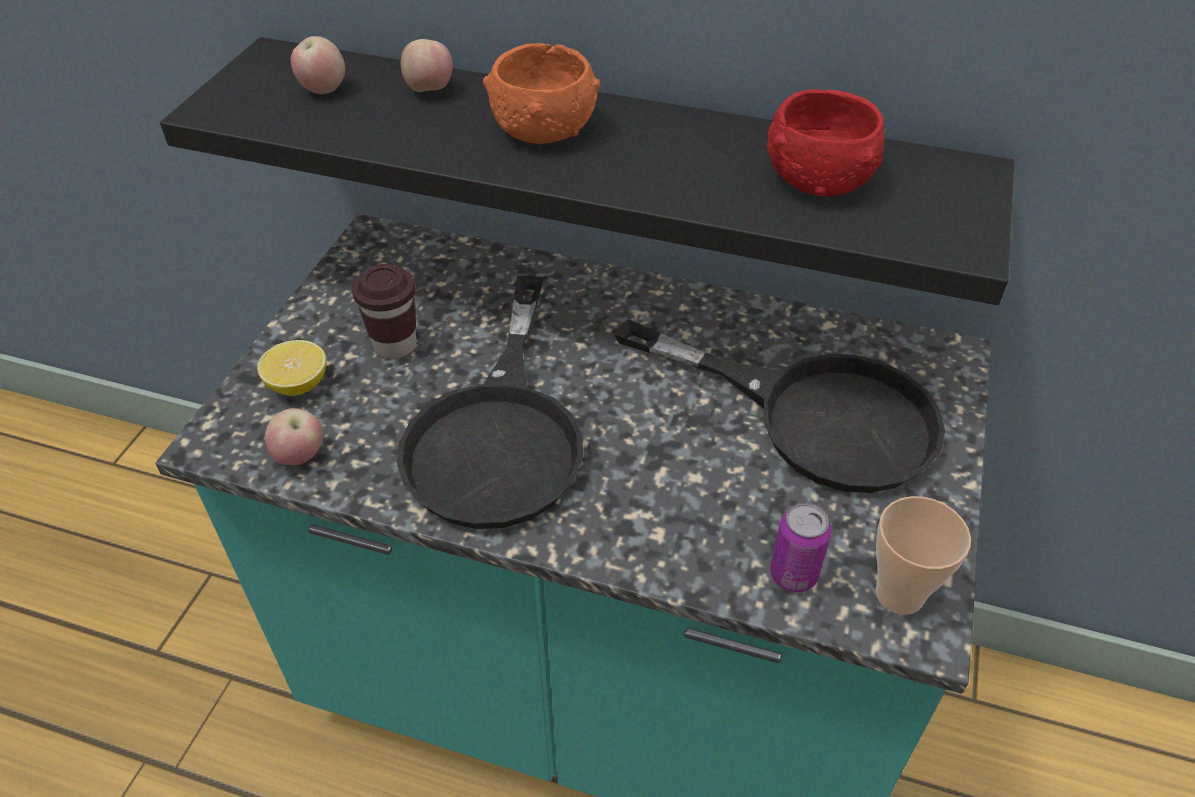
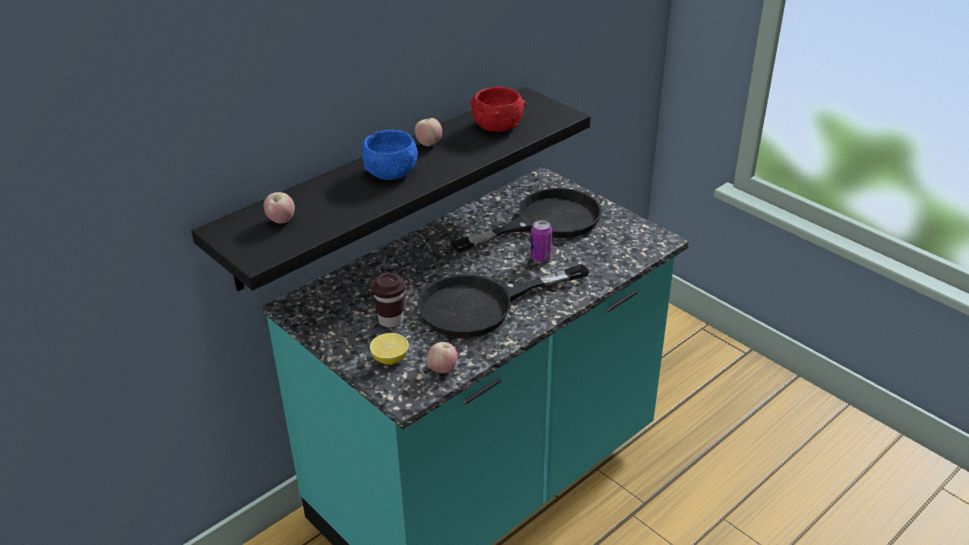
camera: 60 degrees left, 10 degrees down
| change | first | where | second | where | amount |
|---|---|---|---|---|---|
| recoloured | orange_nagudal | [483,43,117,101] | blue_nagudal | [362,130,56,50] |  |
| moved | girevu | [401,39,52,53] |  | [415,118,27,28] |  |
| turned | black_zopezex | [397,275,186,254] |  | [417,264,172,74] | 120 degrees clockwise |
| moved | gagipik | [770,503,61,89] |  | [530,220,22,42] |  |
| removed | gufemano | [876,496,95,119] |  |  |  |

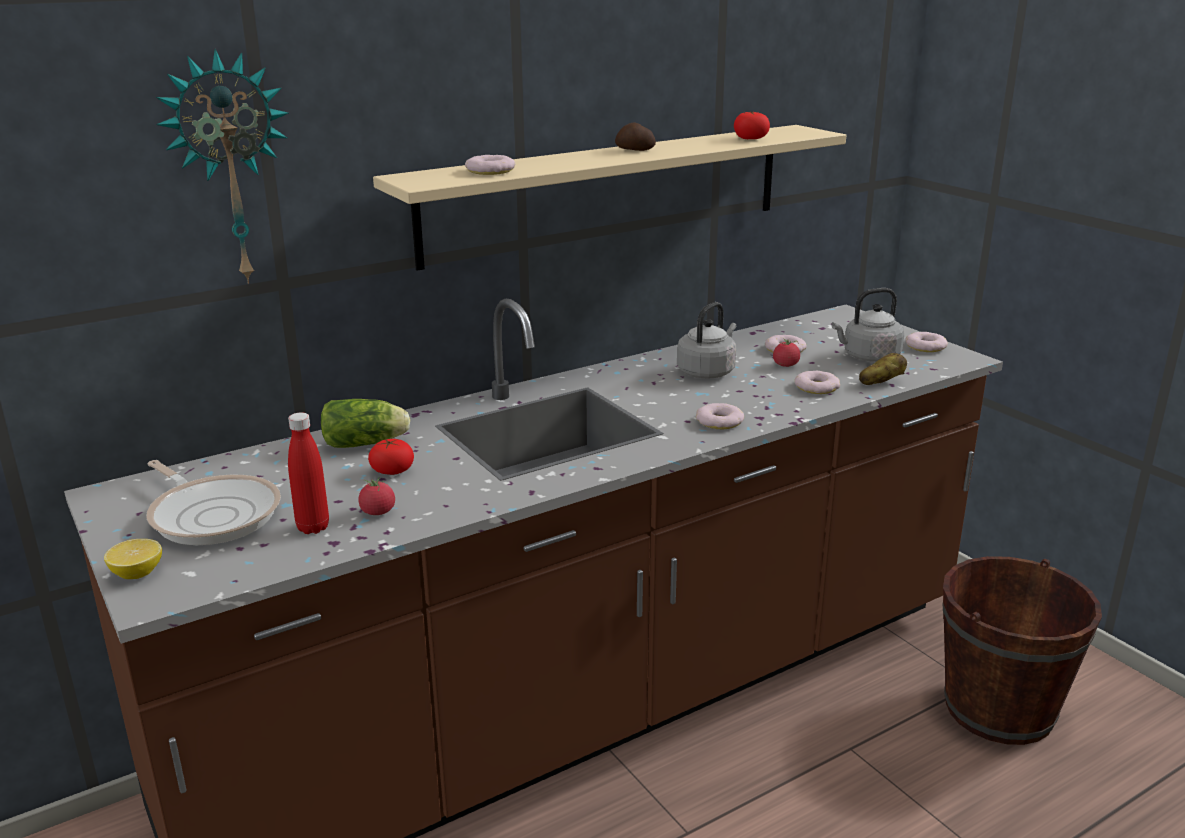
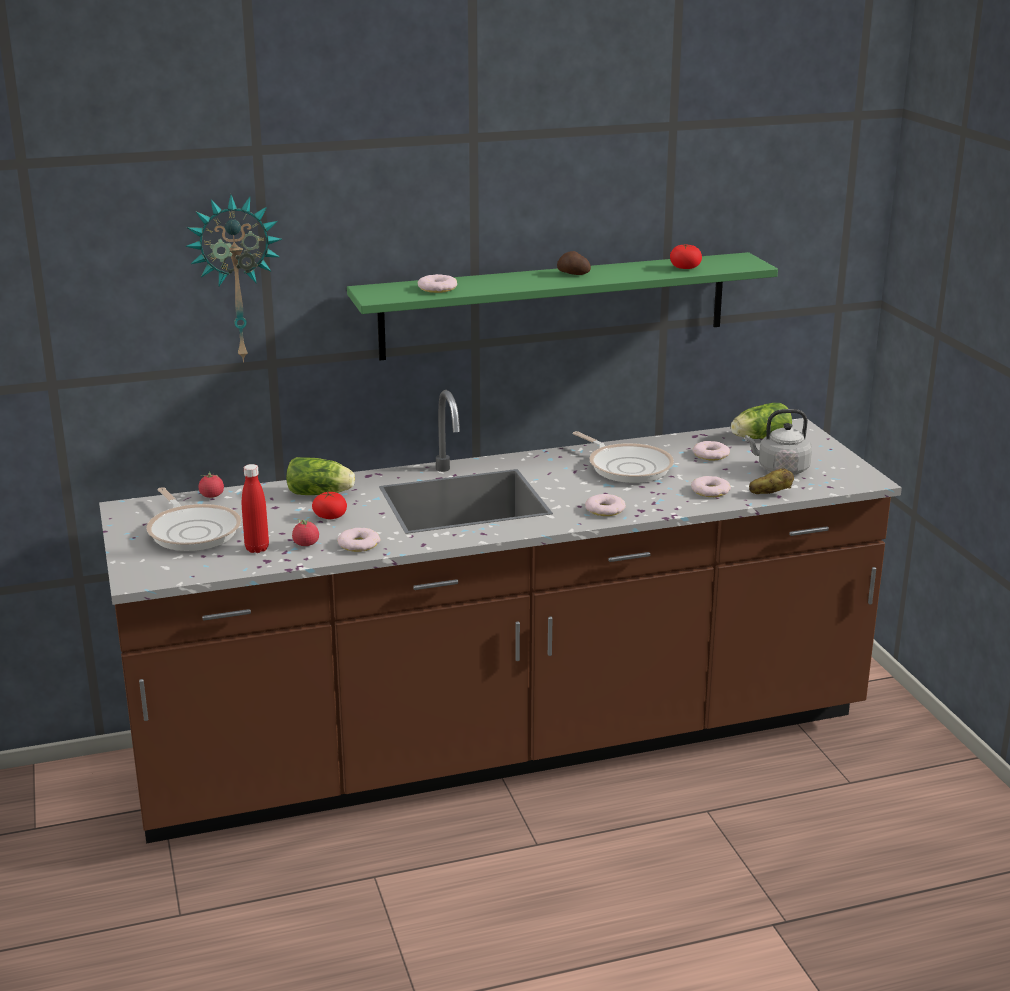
camera: 15 degrees right, 0 degrees up
| change | first | where | second | where | amount |
|---|---|---|---|---|---|
| moved | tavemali | [773,339,27,28] |  | [199,471,25,27] |  |
| moved | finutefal | [905,332,43,20] |  | [337,528,43,24] |  |
| recoloured | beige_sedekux | [373,125,473,146] | green_sedekux | [347,252,431,108] |  |
| replaced | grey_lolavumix | [677,302,59,77] | zopezex | [573,431,101,52] |  |
| added |  |  | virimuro | [731,403,61,36] |  |
| removed | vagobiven | [104,539,58,40] |  |  |  |
| removed | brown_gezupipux | [943,556,159,189] |  |  |  |

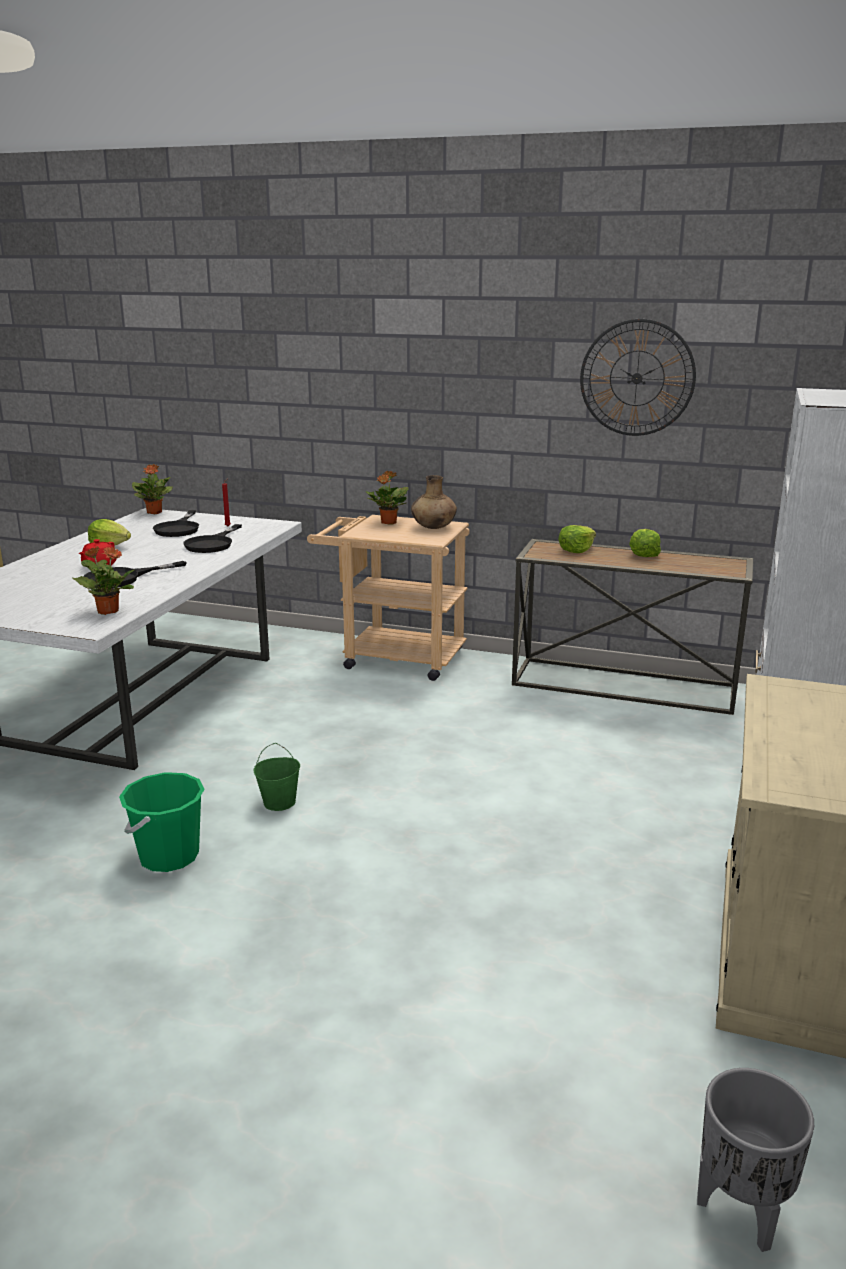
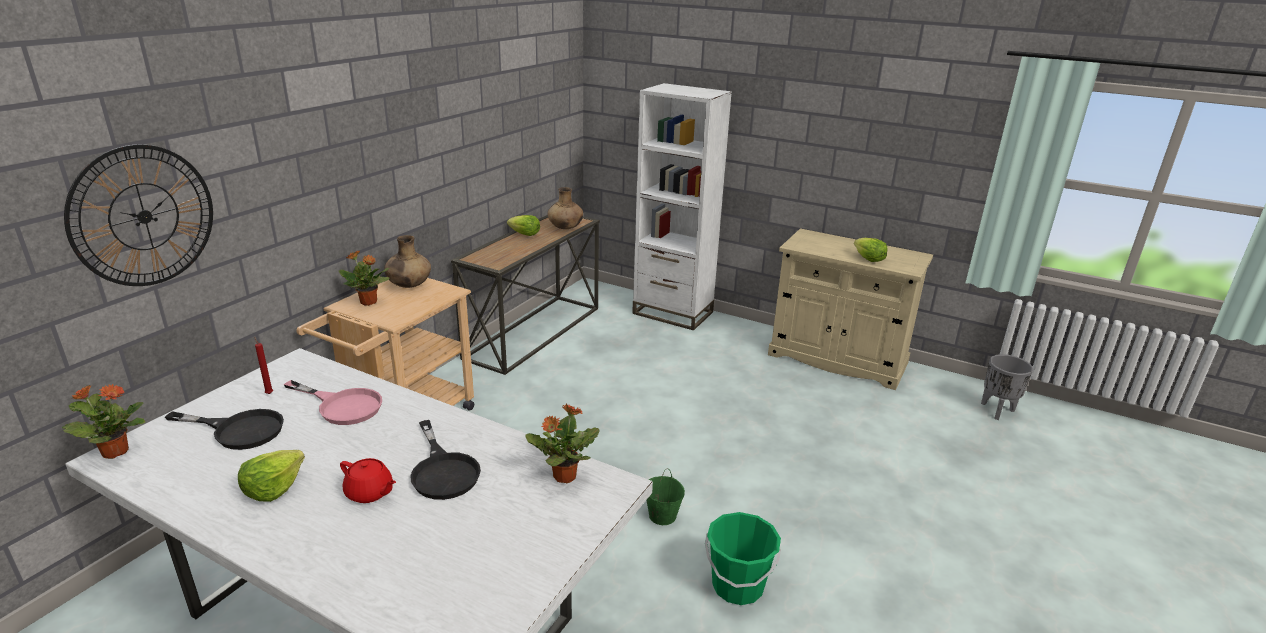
camera: 80 degrees left, 5 degrees up
| change | first | where | second | where | amount |
|---|---|---|---|---|---|
| moved | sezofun | [580,319,116,117] |  | [64,145,149,141] |  |
| recoloured | black_zopezex | [183,524,59,29] | pink_zopezex | [283,380,99,45] |  |
| added |  |  | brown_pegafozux | [547,187,36,42] |  |
| moved | virimuro | [558,525,38,28] |  | [854,238,34,24] |  |

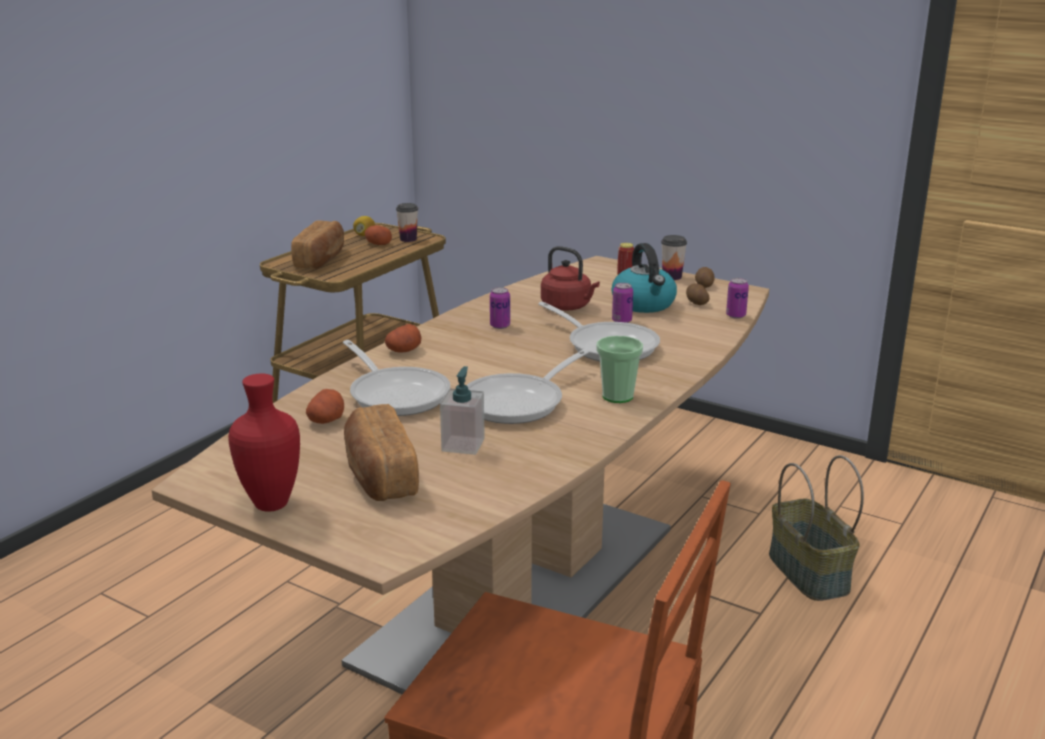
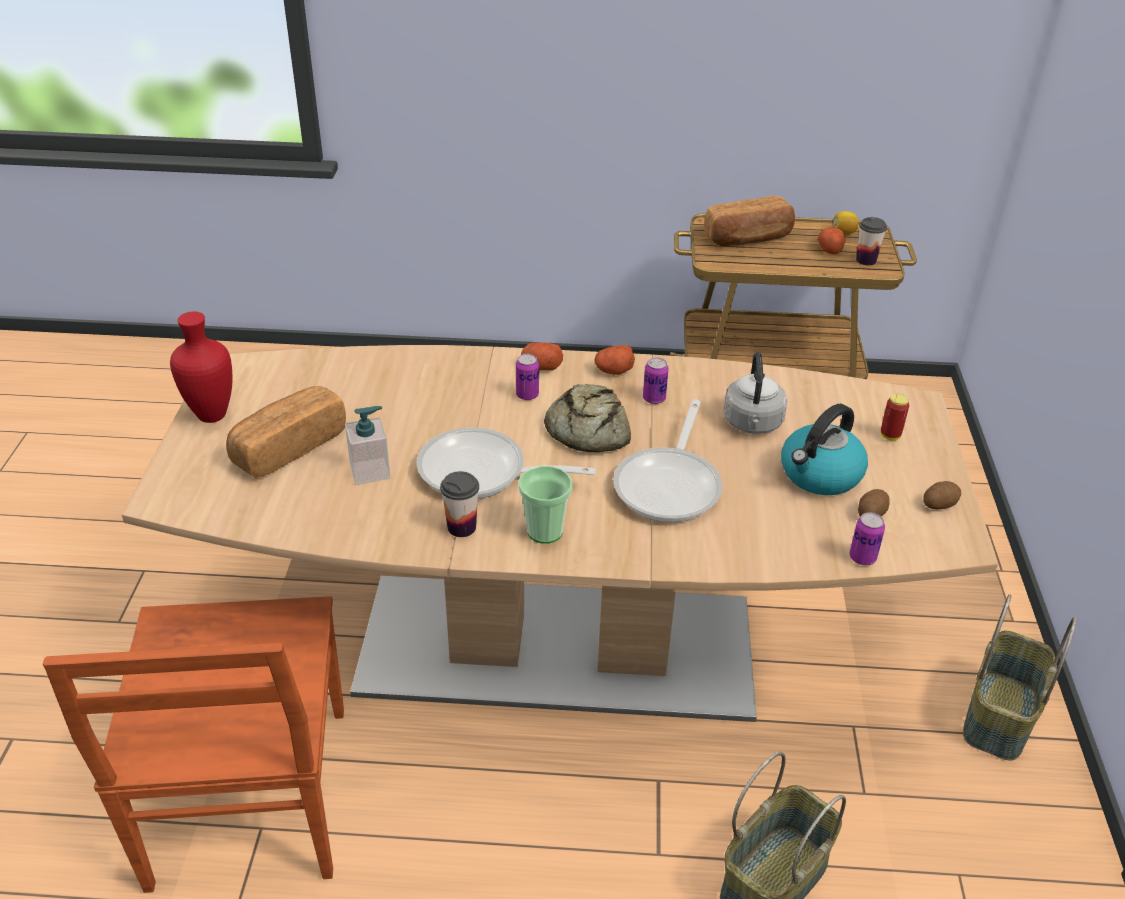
camera: 60 degrees right, 15 degrees up
| change | first | where | second | where | amount |
|---|---|---|---|---|---|
| moved | gufemano | [661,235,26,45] |  | [440,471,39,66] |  |
| moved | gagipik | [612,283,21,40] |  | [516,354,23,46] |  |
| added |  |  | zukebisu | [544,384,87,68] |  |
| moved | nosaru | [306,389,38,35] |  | [595,345,40,30] |  |
| recoloured | red_lolavumix | [541,246,59,65] | grey_lolavumix | [723,352,65,82] |  |
| added |  |  | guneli | [963,594,113,166] |  |
| removed | zopezex | [343,340,108,76] |  |  |  |

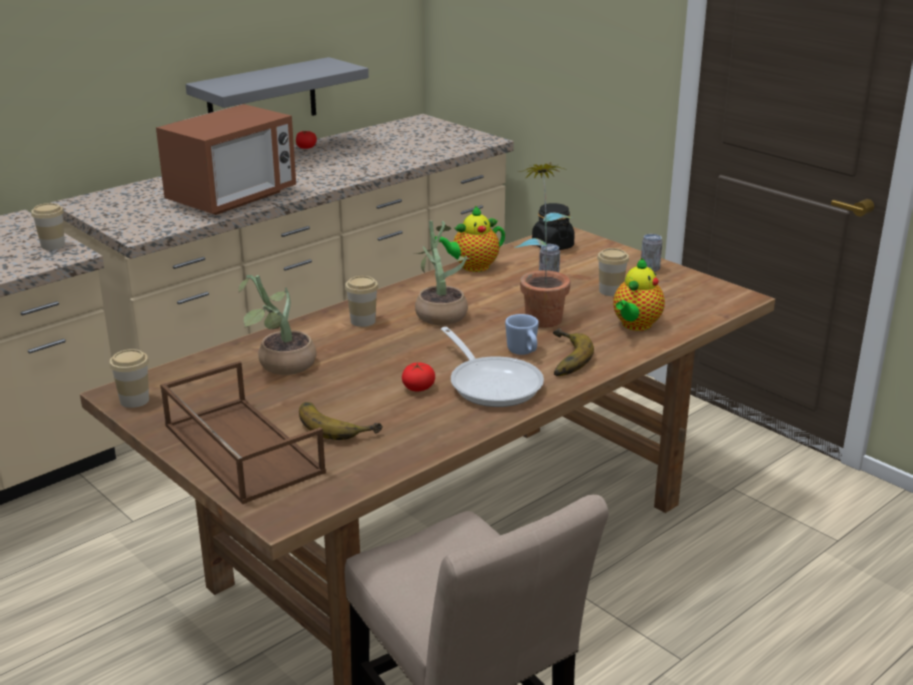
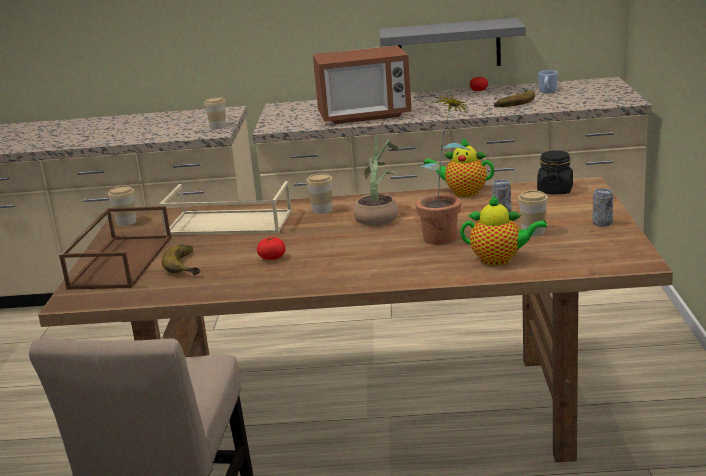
camera: 45 degrees right, 5 degrees down
| change | first | where | second | where | amount |
|---|---|---|---|---|---|
| replaced | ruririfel | [239,275,78,100] | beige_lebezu | [159,181,133,54] |  |
| turned | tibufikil | [613,258,52,73] |  | [460,195,87,71] | 150 degrees counterclockwise |
| moved | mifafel | [553,328,41,48] |  | [494,89,41,18] |  |
| moved | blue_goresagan | [505,314,34,41] |  | [538,70,20,23] |  |
| removed | zopezex | [441,327,103,80] |  |  |  |

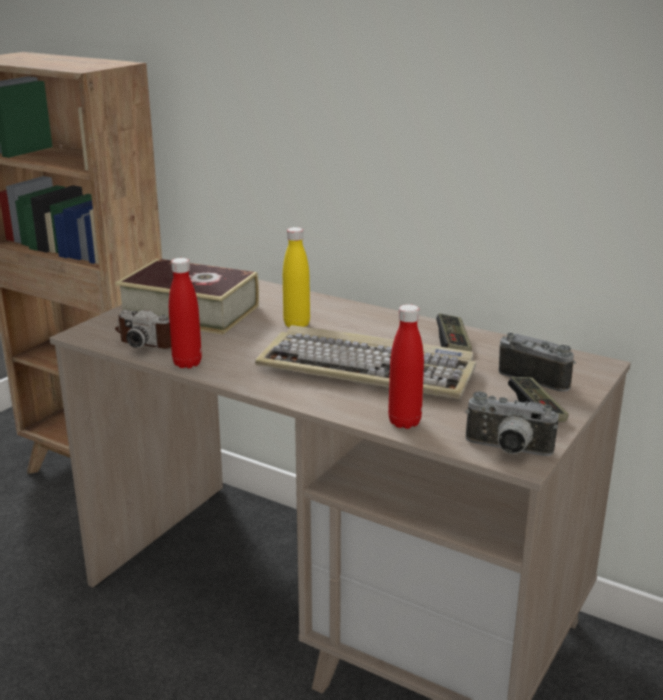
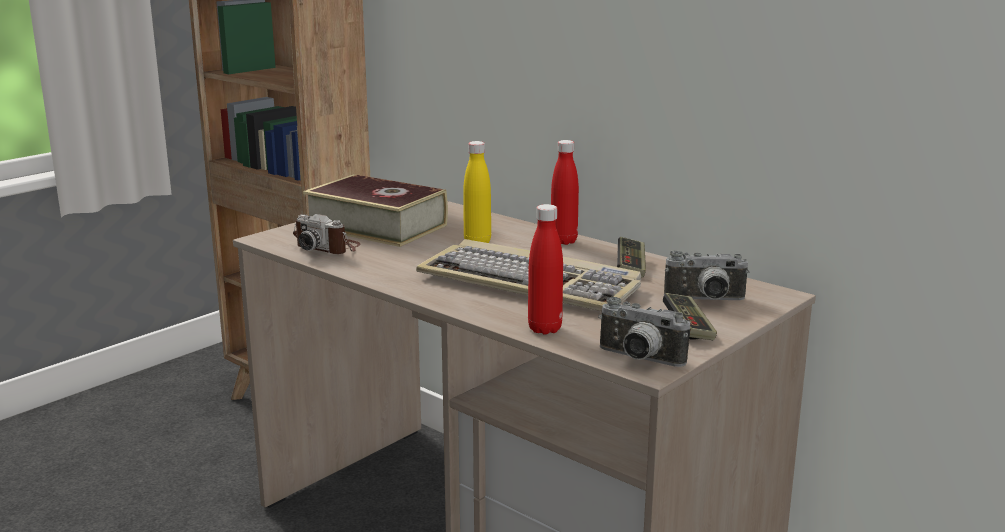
camera: 10 degrees right, 5 degrees down
| change | first | where | second | where | amount |
|---|---|---|---|---|---|
| moved | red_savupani | [169,258,33,110] |  | [551,140,28,105] |  |
| turned | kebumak | [499,333,77,59] |  | [664,251,85,49] | 135 degrees clockwise |

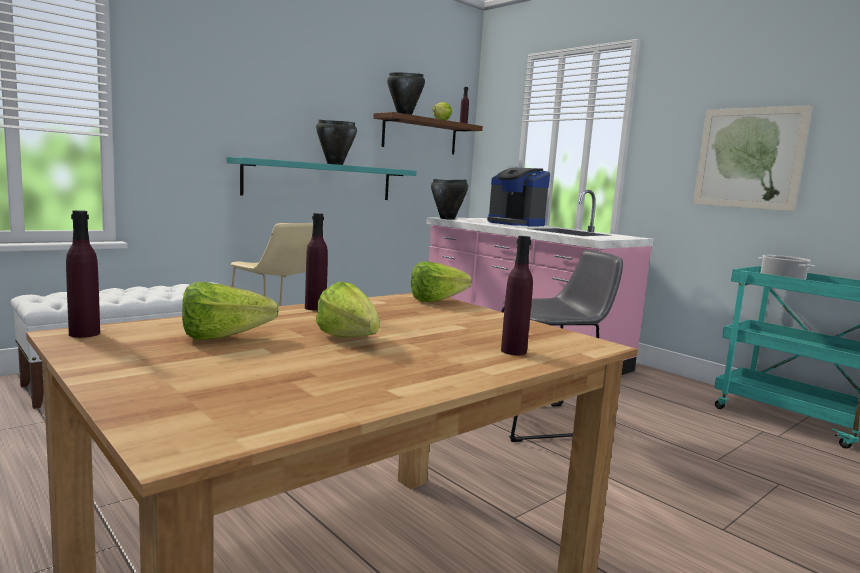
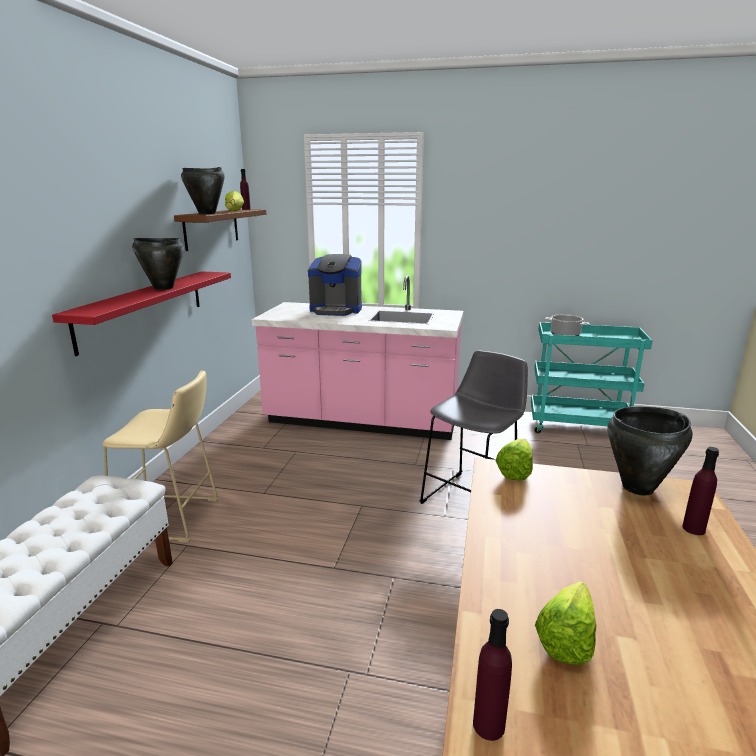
camera: 35 degrees left, 10 degrees up
| change | first | where | second | where | amount |
|---|---|---|---|---|---|
| recoloured | turquoise_sedekux | [227,157,189,43] | red_sedekux | [52,271,179,85] |  |
| moved | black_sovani | [431,179,37,41] |  | [607,406,86,89] |  |
| removed | purple_savupani | [305,213,23,98] |  |  |  |
| removed | virimuro | [316,281,64,57] |  |  |  |
| removed | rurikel | [693,105,119,106] |  |  |  |

